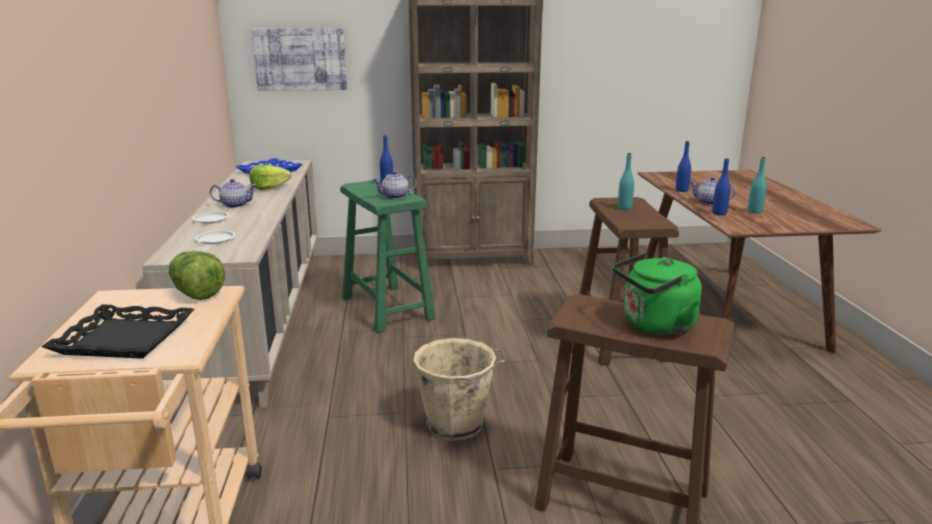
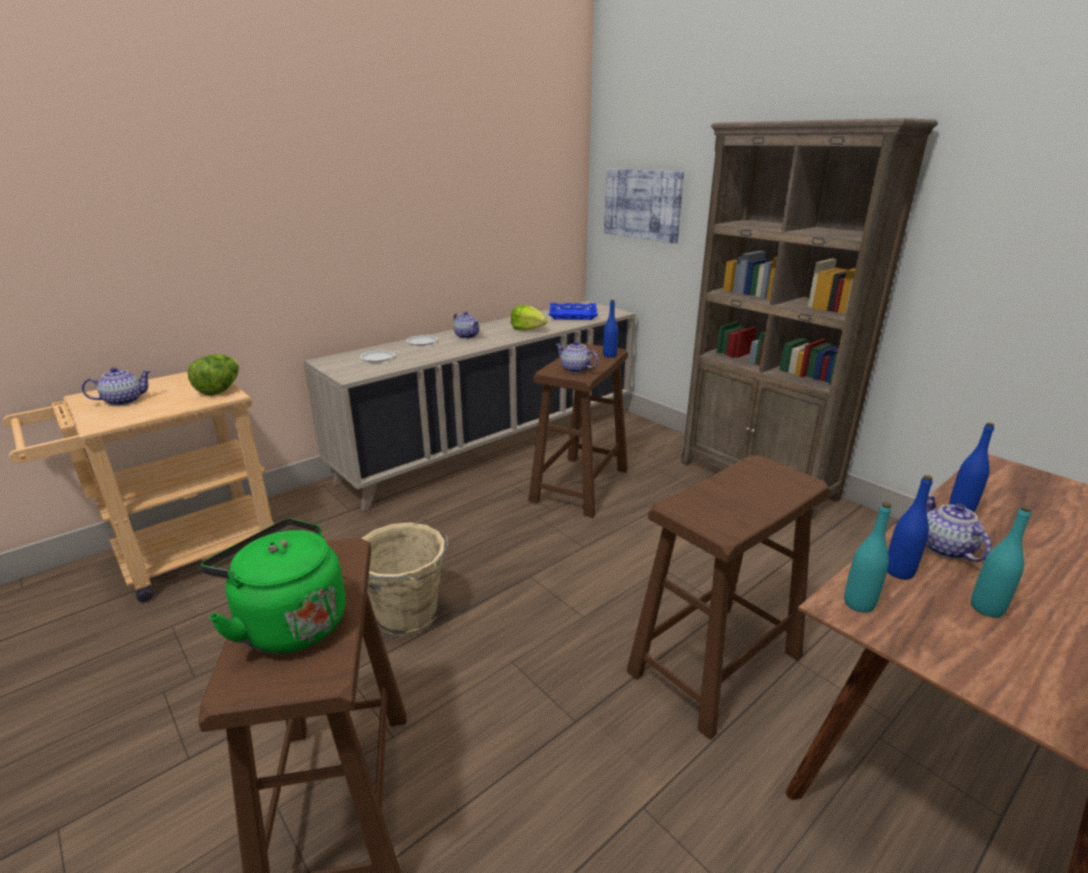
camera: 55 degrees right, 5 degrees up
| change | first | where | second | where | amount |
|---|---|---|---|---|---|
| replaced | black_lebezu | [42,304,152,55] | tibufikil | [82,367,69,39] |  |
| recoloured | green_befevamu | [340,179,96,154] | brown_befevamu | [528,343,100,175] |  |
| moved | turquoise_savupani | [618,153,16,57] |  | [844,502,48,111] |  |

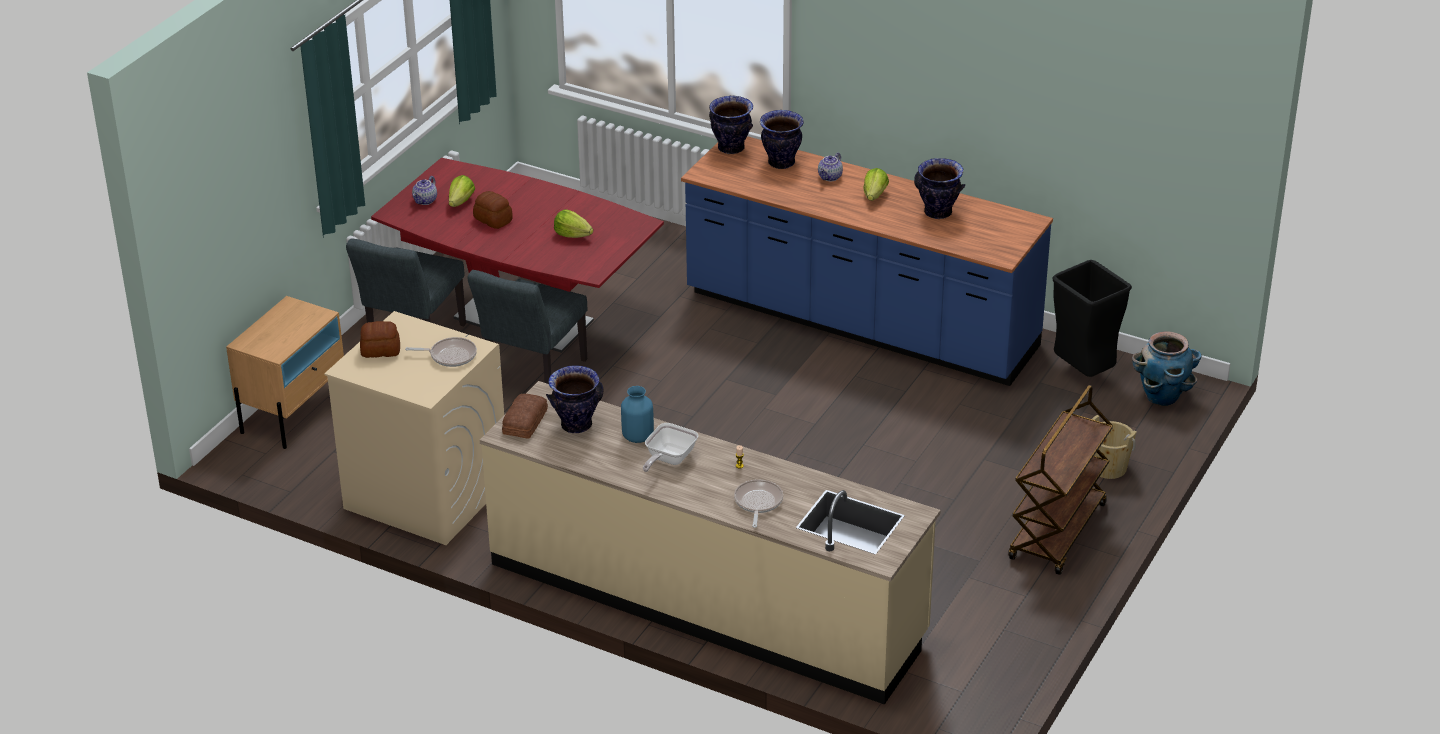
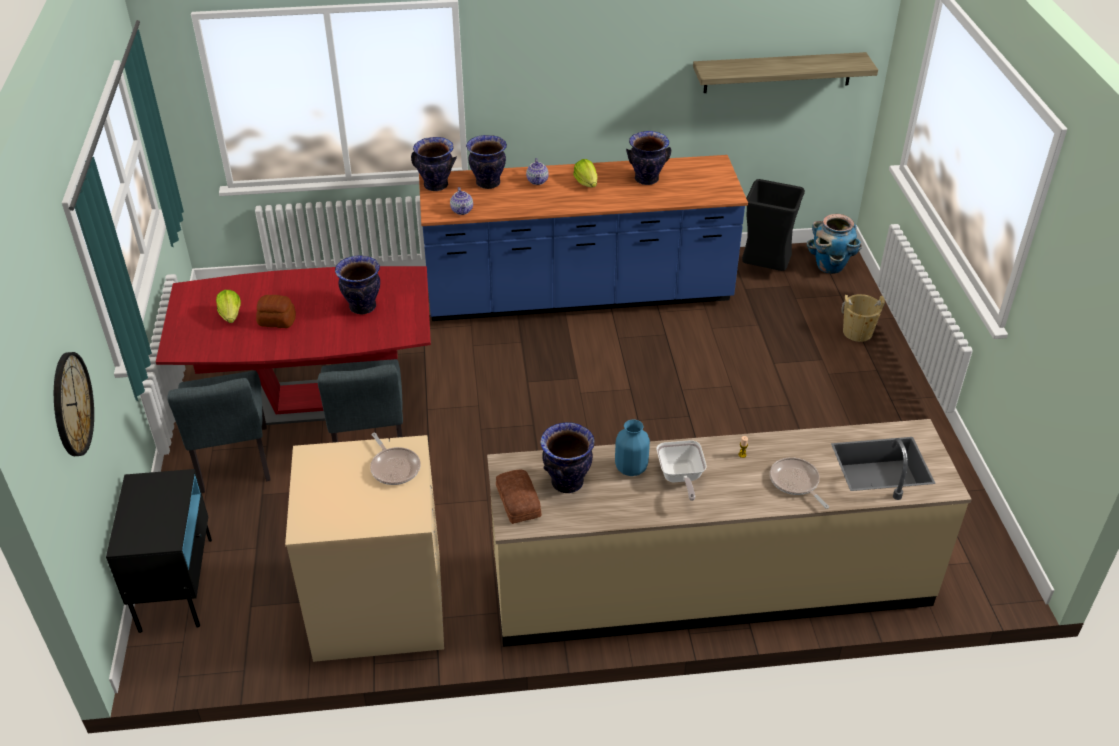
camera: 35 degrees left, 5 degrees up
| change | first | where | second | where | amount |
|---|---|---|---|---|---|
| added |  |  | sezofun | [54,352,40,104] |  |
| recoloured | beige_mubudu | [226,296,118,153] | black_mubudu | [106,469,106,164] |  |
| replaced | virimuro | [554,209,39,29] | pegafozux | [335,256,45,58] |  |
| turned | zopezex | [405,337,72,30] |  | [370,433,51,52] | 90 degrees clockwise |
| moved | tibufikil | [412,176,25,29] |  | [450,187,23,28] |  |
| added |  |  | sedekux | [693,52,185,41] |  |
| removed | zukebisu | [360,321,40,37] |  |  |  |
| removed | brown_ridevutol | [1009,385,104,190] |  |  |  |

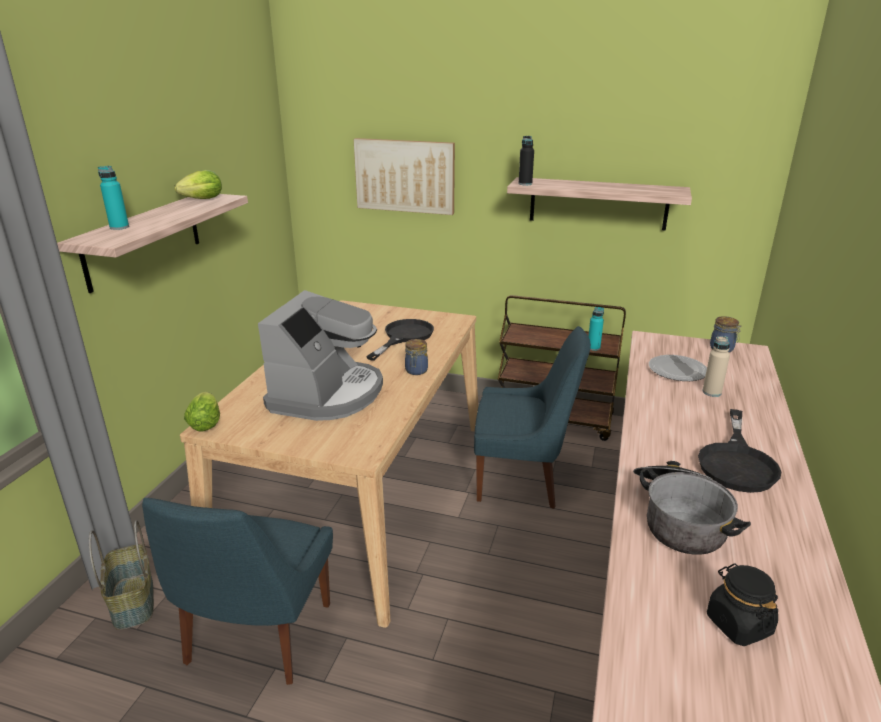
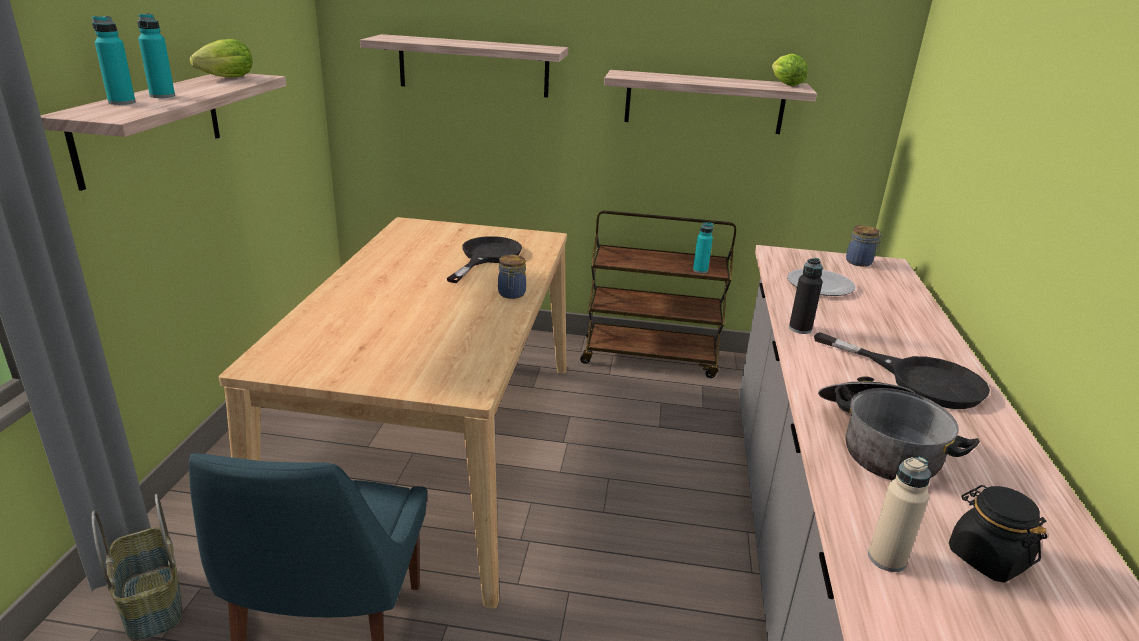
camera: 10 degrees left, 0 degrees up
| change | first | where | second | where | amount |
|---|---|---|---|---|---|
| added |  |  | turquoise_savupani | [137,13,38,85] |  |
| replaced | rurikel | [354,138,101,77] | sedekux | [360,34,208,64] |  |
| moved | virimuro | [184,392,36,39] |  | [772,53,36,33] |  |
| moved | black_savupani | [518,136,16,49] |  | [789,258,34,76] |  |
| turned | black_zopezex | [698,409,83,84] |  | [814,332,176,77] | 60 degrees counterclockwise |
| moved | beige_savupani | [702,336,28,61] |  | [868,457,63,115] |  |
| removed | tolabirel | [258,290,125,131] |  |  |  |
| removed | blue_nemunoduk | [474,326,117,183] |  |  |  |

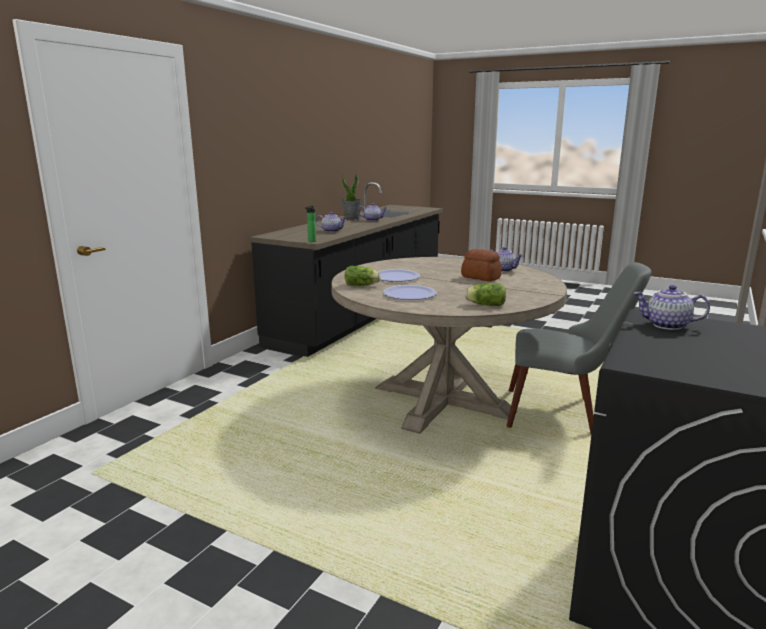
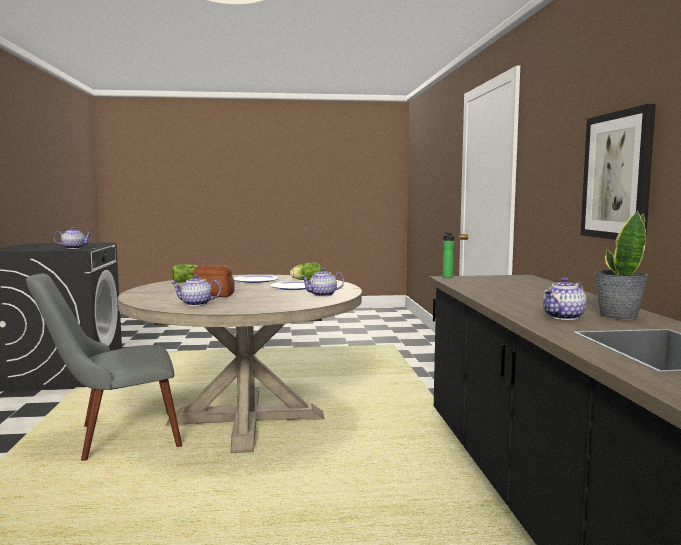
camera: 145 degrees right, 10 degrees down
| change | first | where | second | where | amount |
|---|---|---|---|---|---|
| moved | tibufikil | [316,212,31,20] |  | [300,268,45,29] |  |
| added |  |  | rurikel | [580,104,76,136] |  |

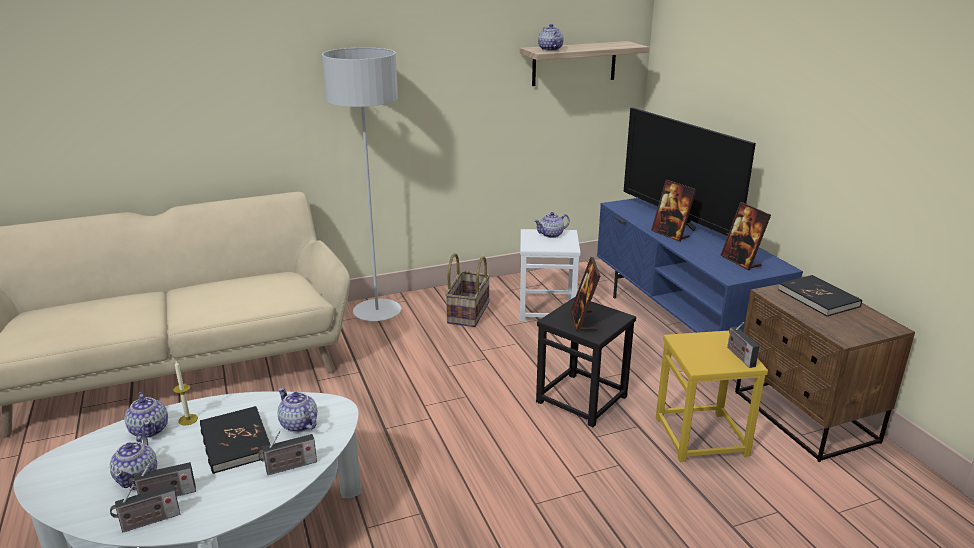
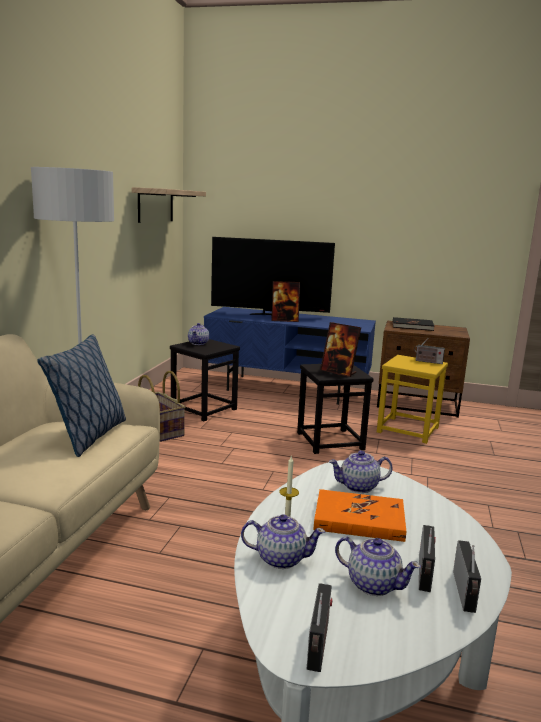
camera: 55 degrees left, 10 degrees down
| change | first | where | second | where | amount |
|---|---|---|---|---|---|
| added |  |  | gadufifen | [37,334,89,123] |  |
| recoloured | white_befevamu | [520,229,61,92] | black_befevamu | [170,339,70,82] |  |
| moved | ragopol | [258,431,59,44] |  | [307,583,26,89] |  |
| recoloured | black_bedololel | [200,406,70,68] | orange_bedololel | [314,489,92,53] |  |
| removed | tibufikil | [538,24,26,27] |  |  |  |
| removed | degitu | [720,202,51,68] |  |  |  |

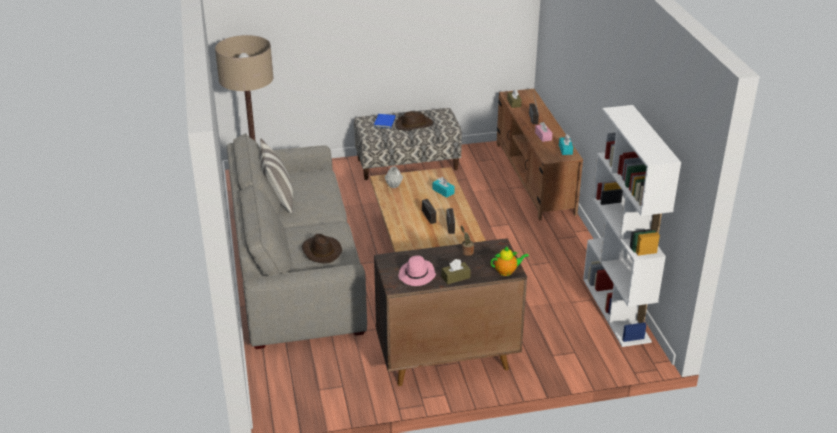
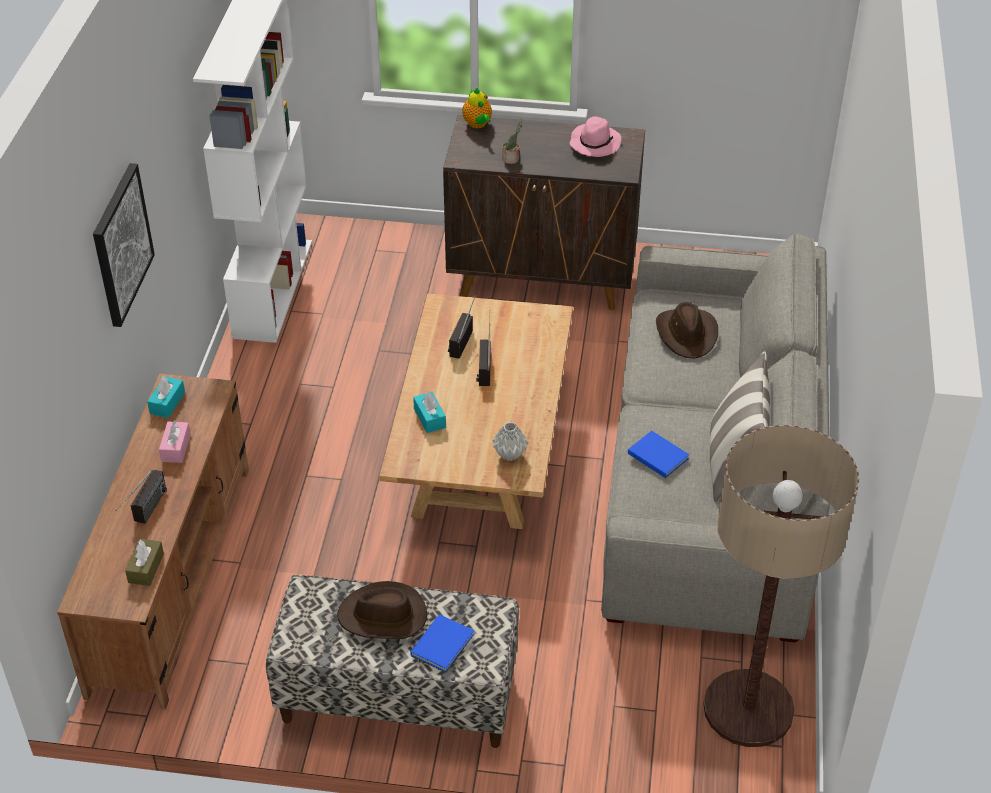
camera: 160 degrees left, 10 degrees up
| change | first | where | second | where | amount |
|---|---|---|---|---|---|
| added |  |  | rurikel | [93,163,62,164] |  |
| turned | tibufikil | [490,246,39,30] |  | [462,88,30,40] | 120 degrees counterclockwise |
| added |  |  | blue_bedololel | [628,431,61,47] |  |
| removed | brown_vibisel | [442,259,29,25] |  |  |  |

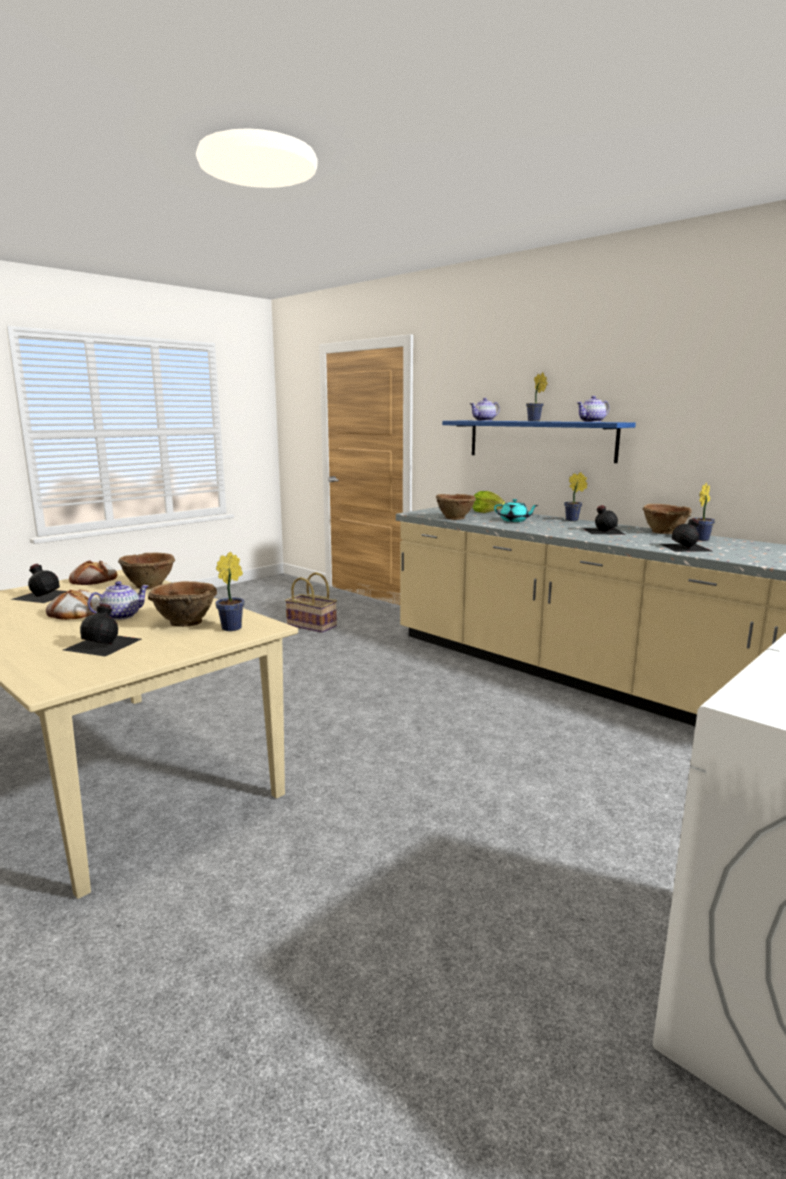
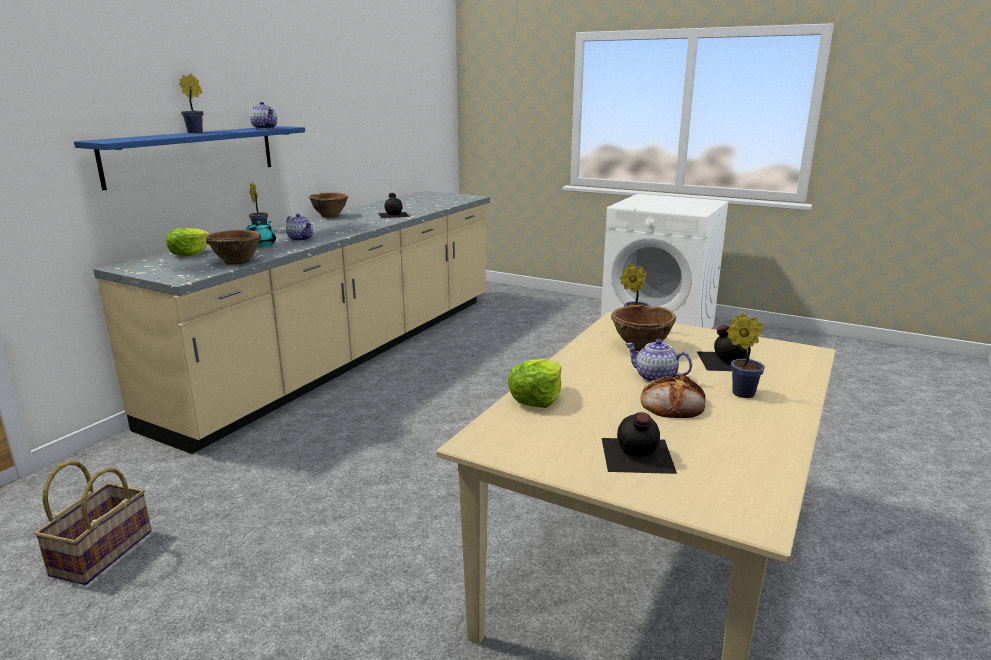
camera: 105 degrees left, 5 degrees up
| change | first | where | second | where | amount |
|---|---|---|---|---|---|
| moved | tibufikil | [470,398,30,23] |  | [286,214,27,27] |  |
| replaced | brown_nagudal | [118,553,57,37] | virimuro | [508,359,53,49] |  |
| moved | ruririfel | [694,483,21,58] |  | [727,313,38,85] |  |
| removed | zukebisu | [69,560,48,25] |  |  |  |
| removed | black_savupani | [583,505,41,29] |  |  |  |

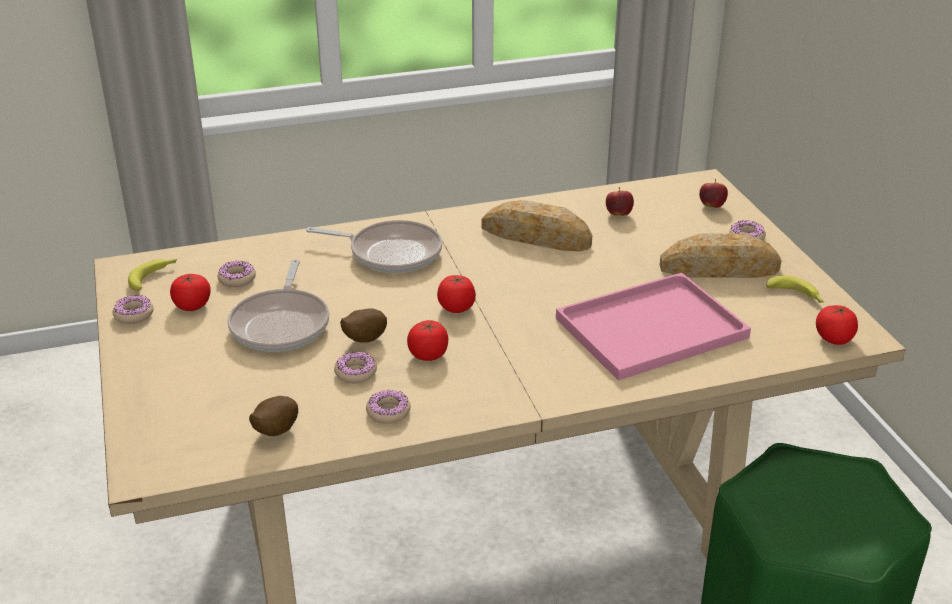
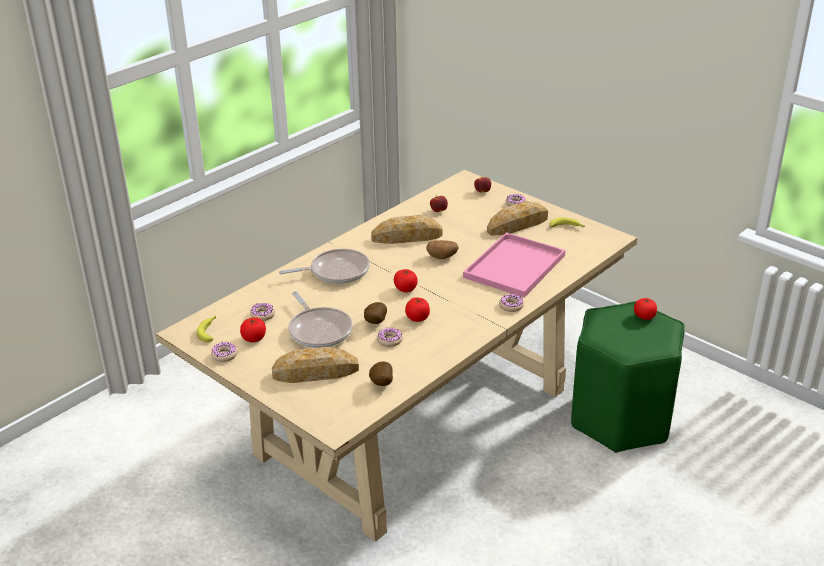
camera: 30 degrees left, 0 degrees up
| change | first | where | second | where | amount |
|---|---|---|---|---|---|
| added |  |  | zukebisu | [272,347,87,36] |  |
| added |  |  | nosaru | [426,240,32,19] |  |
| moved | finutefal | [366,390,45,34] |  | [499,294,25,18] |  |
| moved | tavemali | [816,305,42,40] |  | [634,298,23,22] |  |

